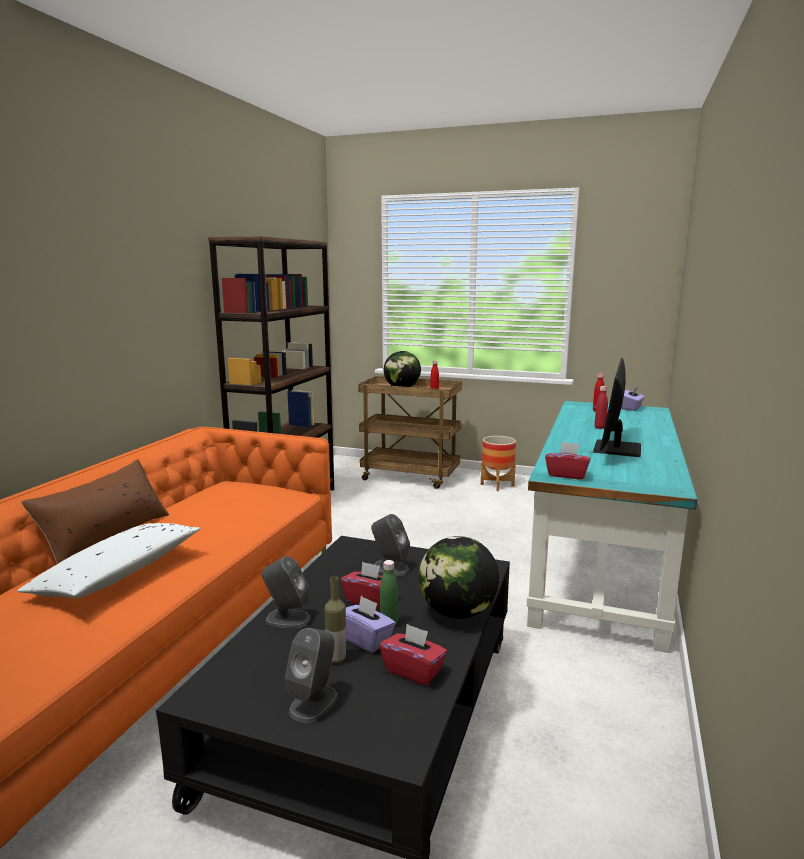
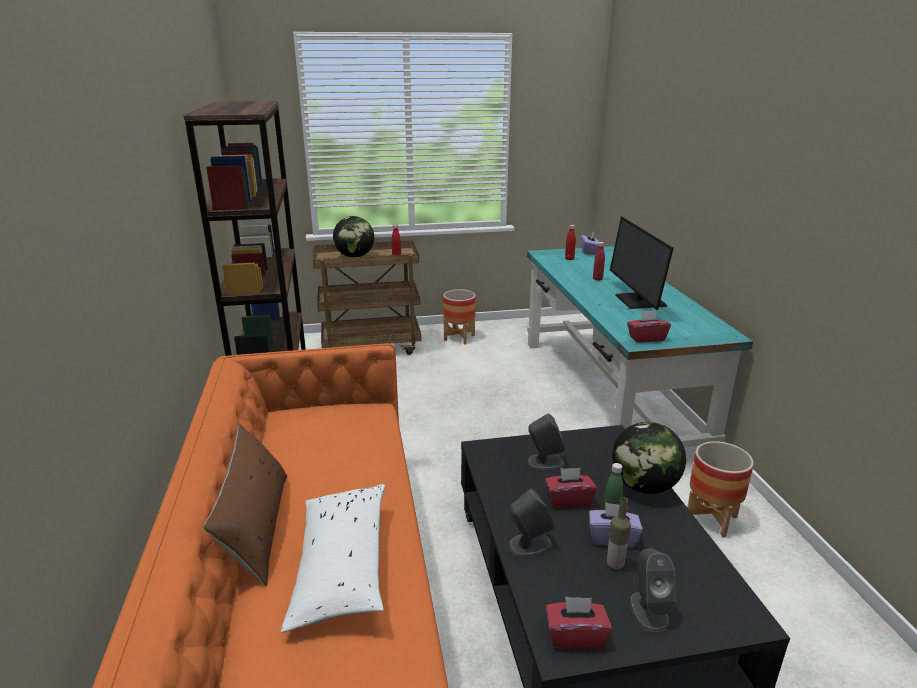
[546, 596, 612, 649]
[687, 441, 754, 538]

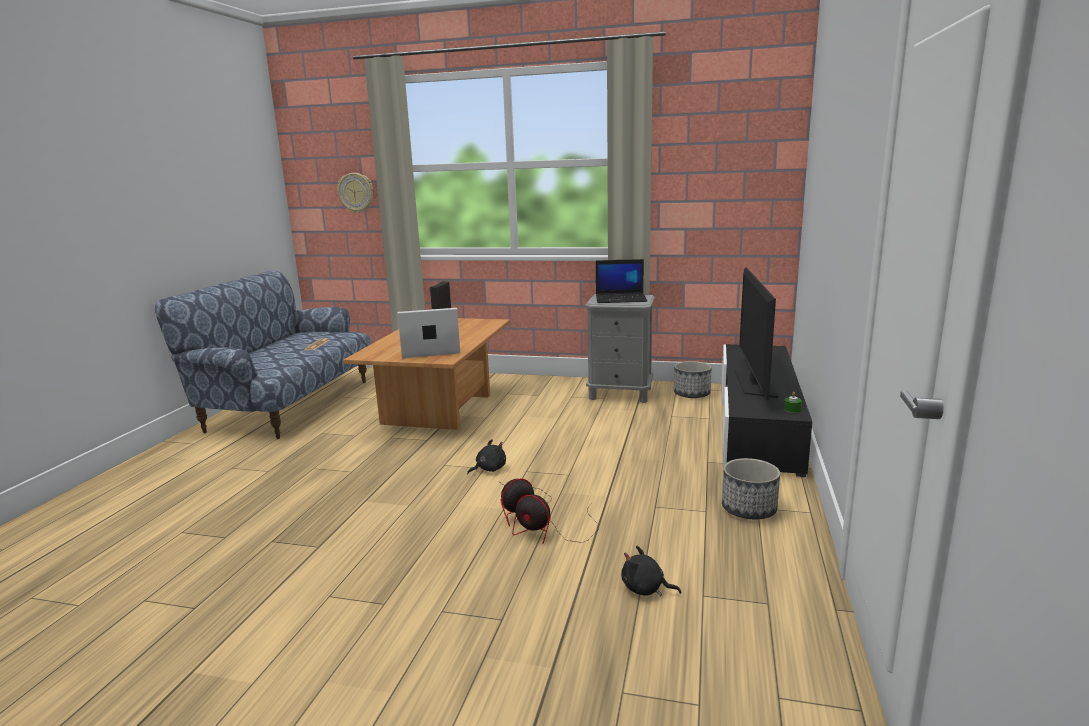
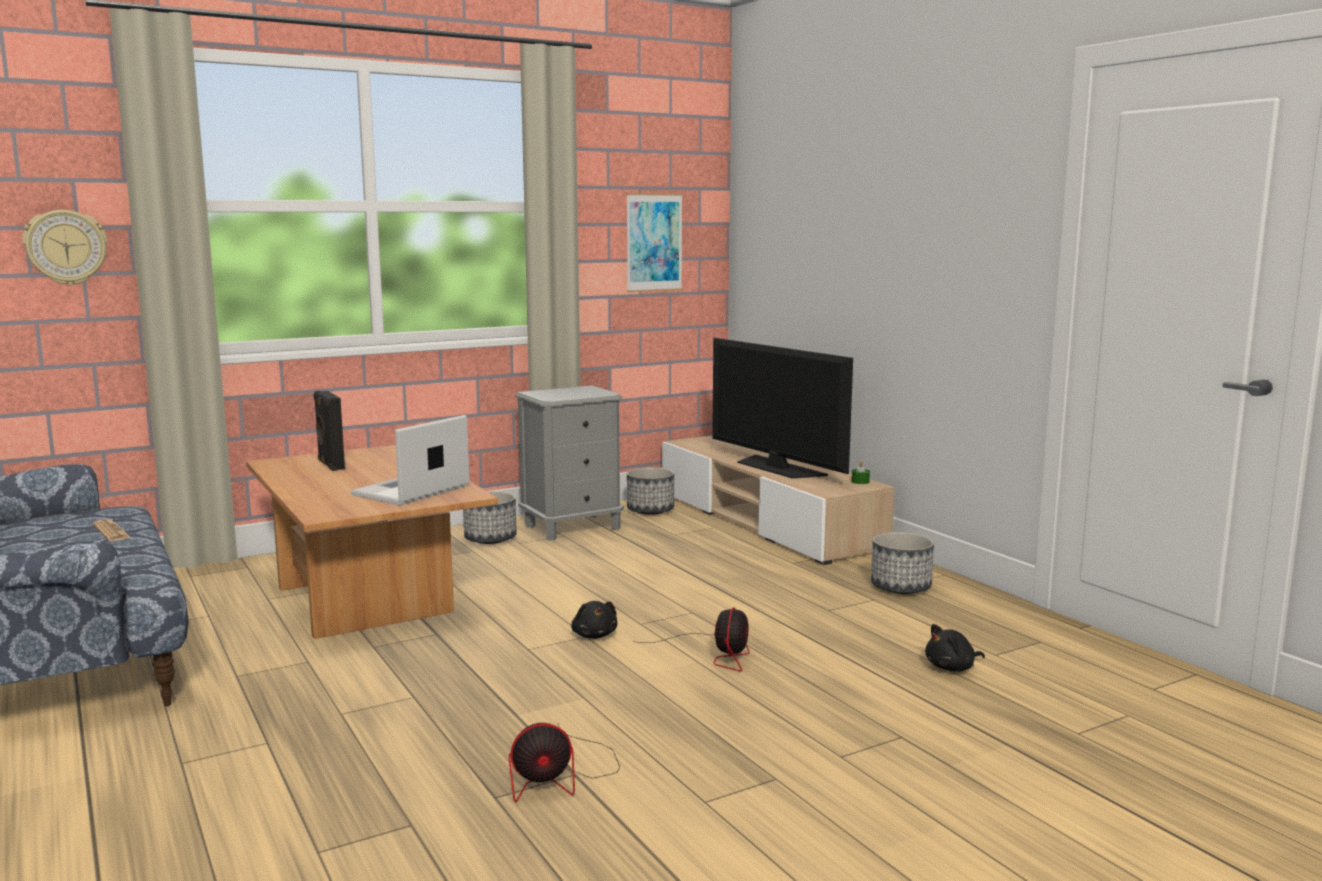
[463, 491, 517, 544]
[509, 723, 620, 802]
[571, 601, 617, 639]
[626, 193, 683, 292]
[662, 436, 895, 565]
[596, 259, 647, 303] (first image)

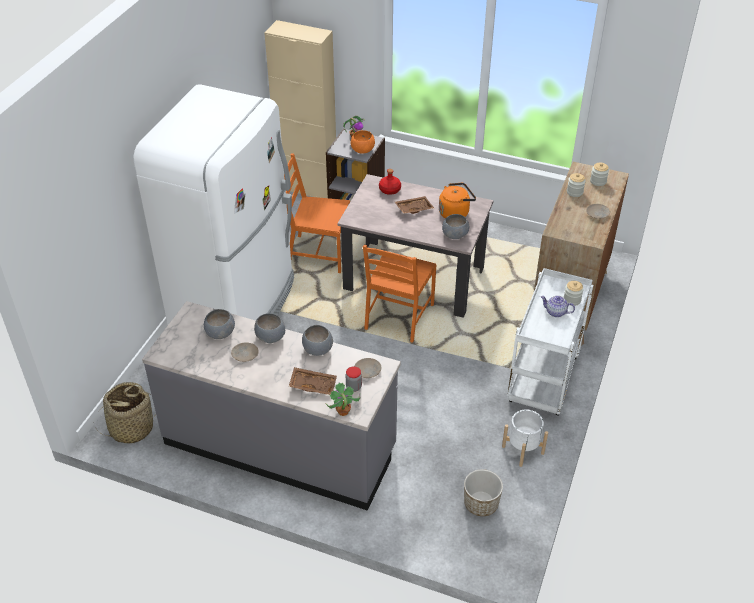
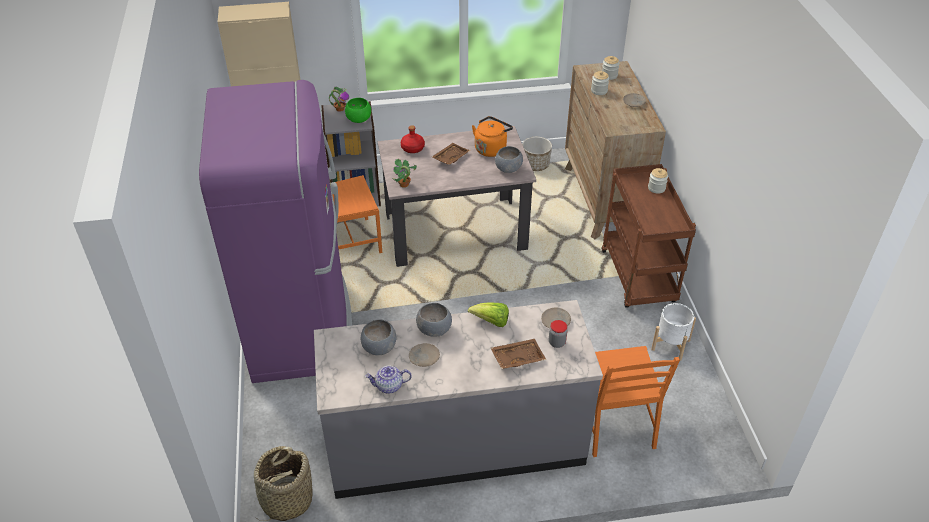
[199, 80, 352, 383]
[345, 98, 371, 123]
[365, 366, 412, 394]
[392, 159, 417, 188]
[468, 302, 509, 327]
[522, 137, 552, 171]
[592, 346, 680, 457]
[602, 164, 696, 308]

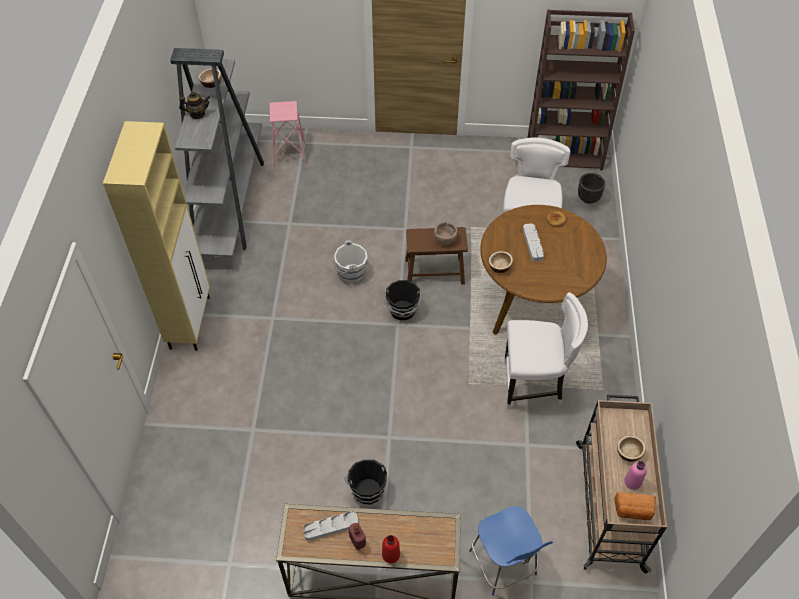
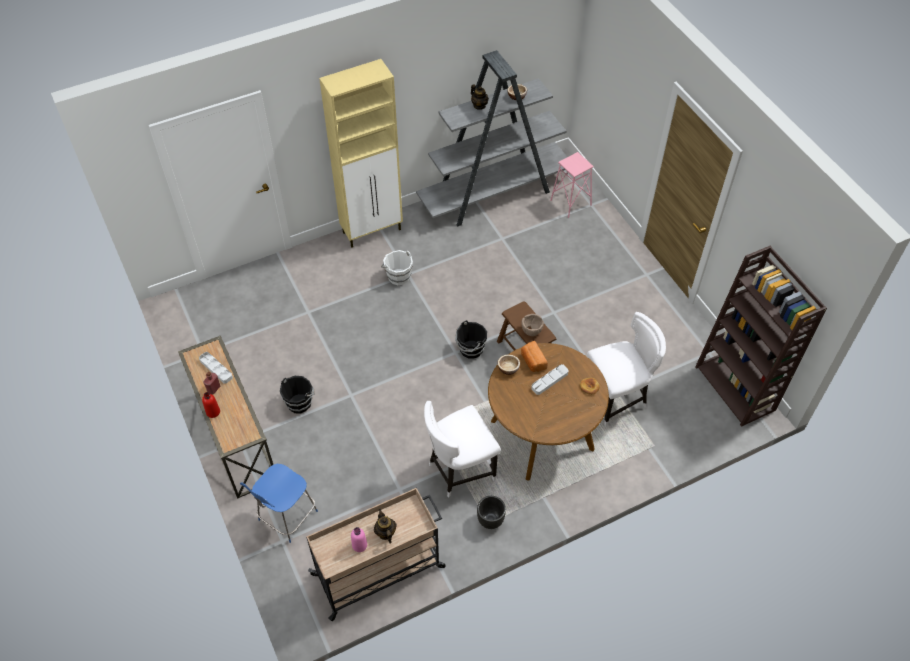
[374, 509, 396, 544]
[381, 250, 413, 285]
[424, 401, 501, 497]
[477, 496, 506, 529]
[521, 341, 548, 372]

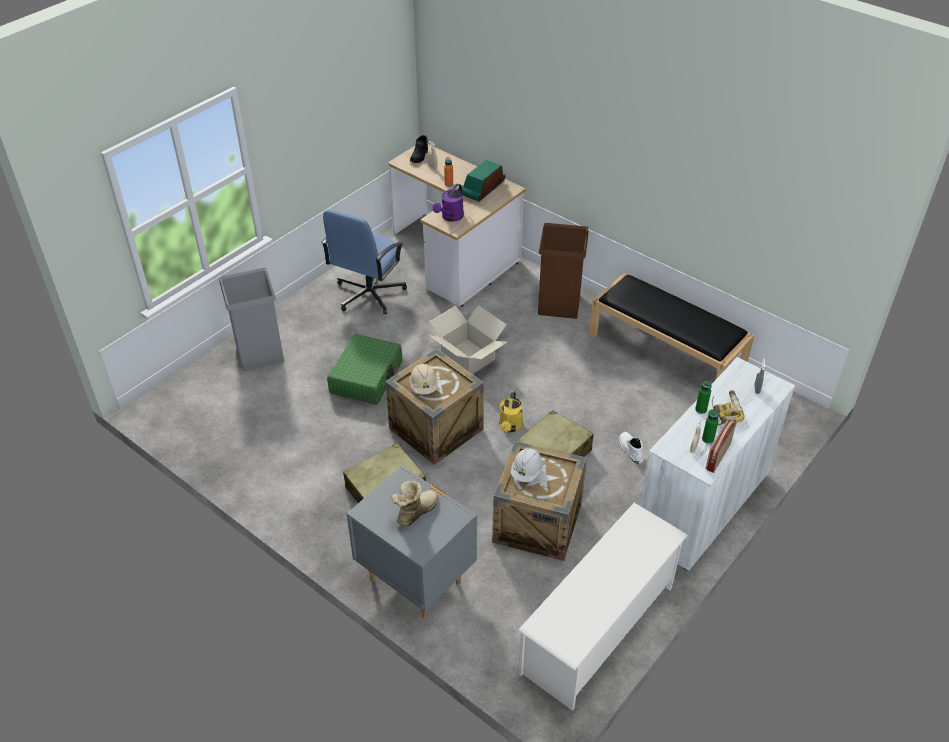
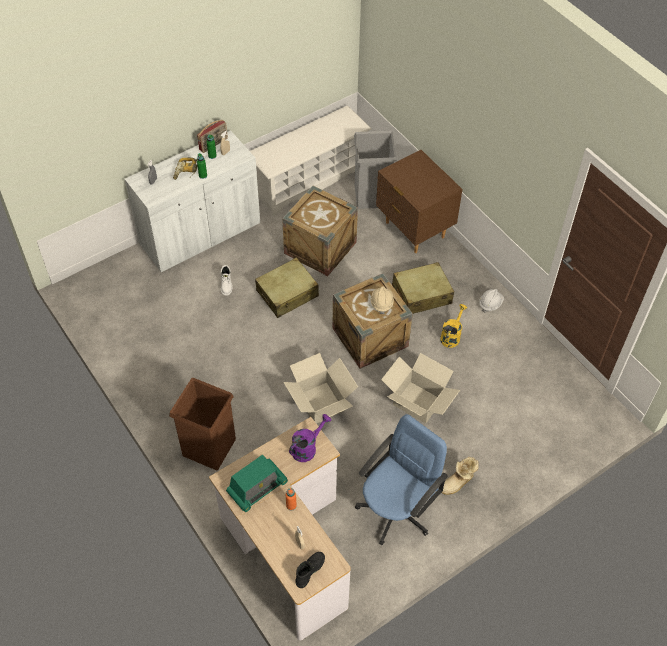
[354, 131, 397, 209]
[376, 150, 462, 253]
[381, 353, 460, 424]
[440, 304, 467, 348]
[441, 457, 479, 495]
[479, 289, 504, 313]
[589, 273, 754, 379] (first image)

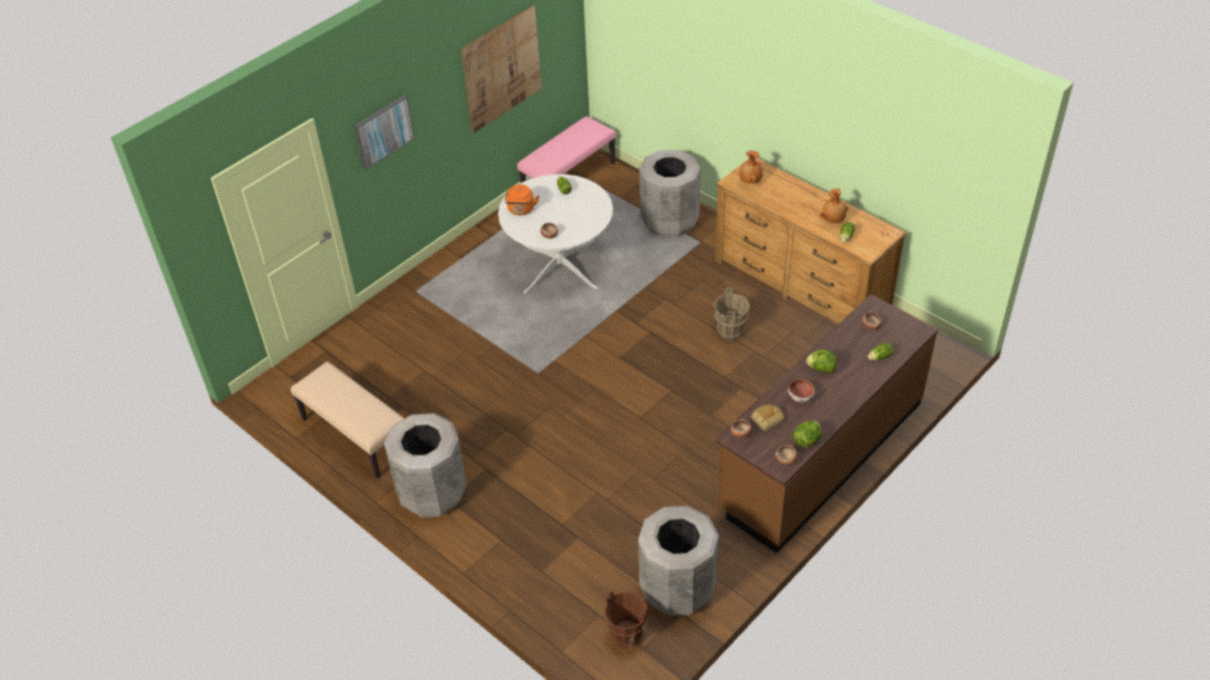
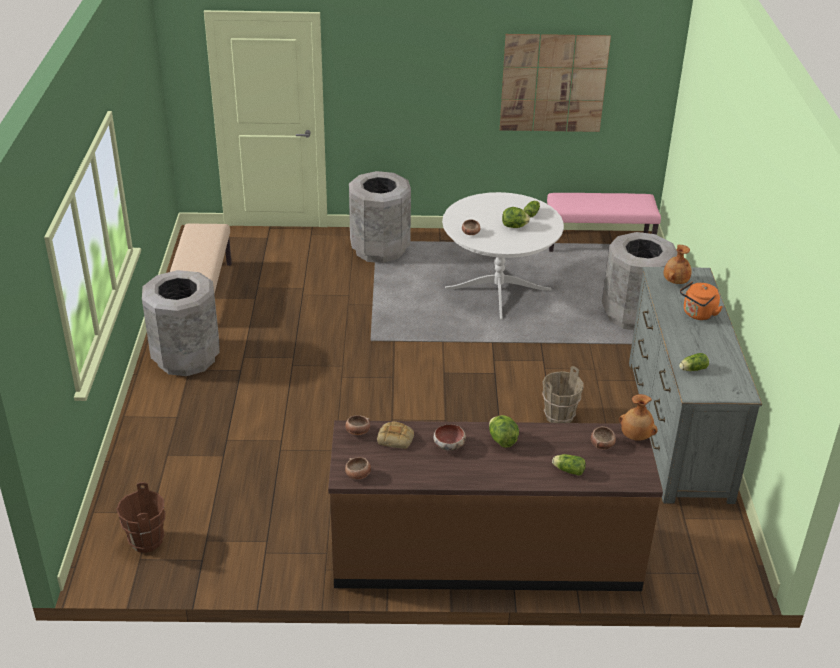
[349, 171, 411, 263]
[502, 207, 530, 228]
[619, 394, 658, 441]
[629, 267, 762, 504]
[680, 281, 723, 320]
[354, 95, 414, 169] (first image)

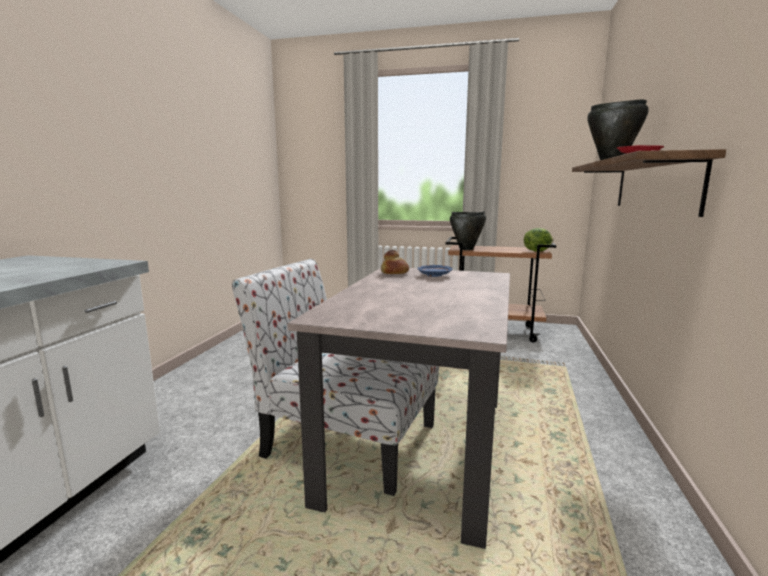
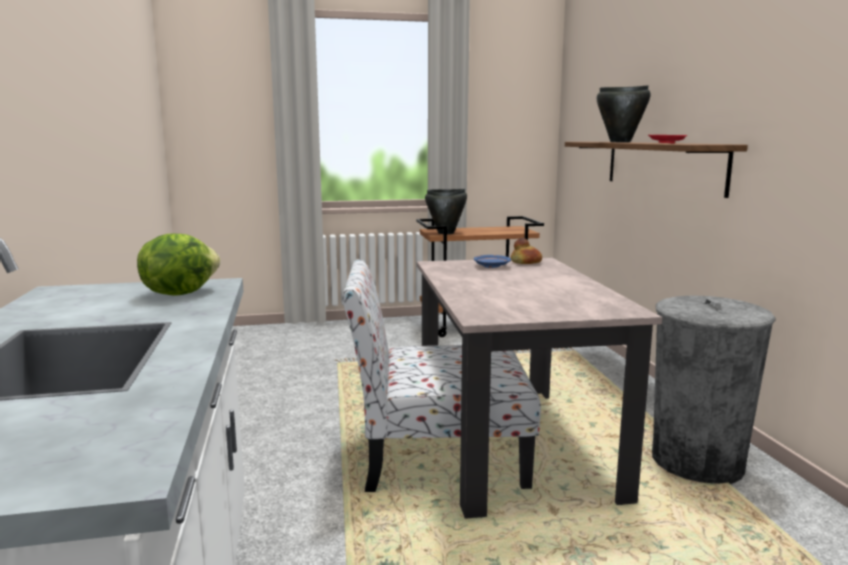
[137, 234, 220, 296]
[511, 238, 542, 264]
[652, 295, 776, 484]

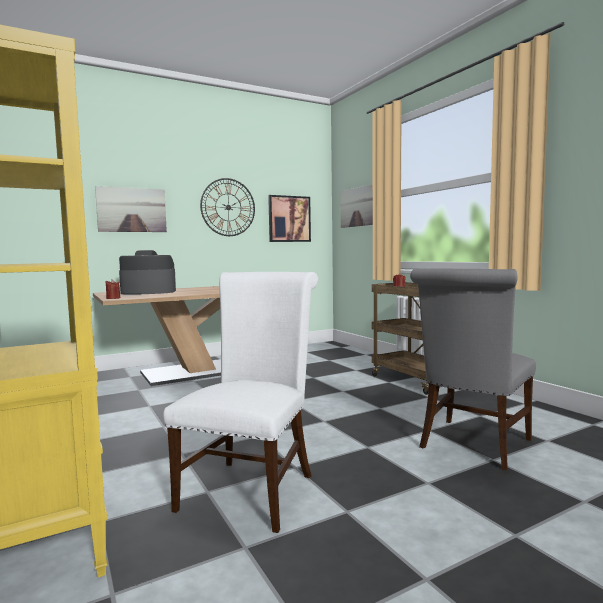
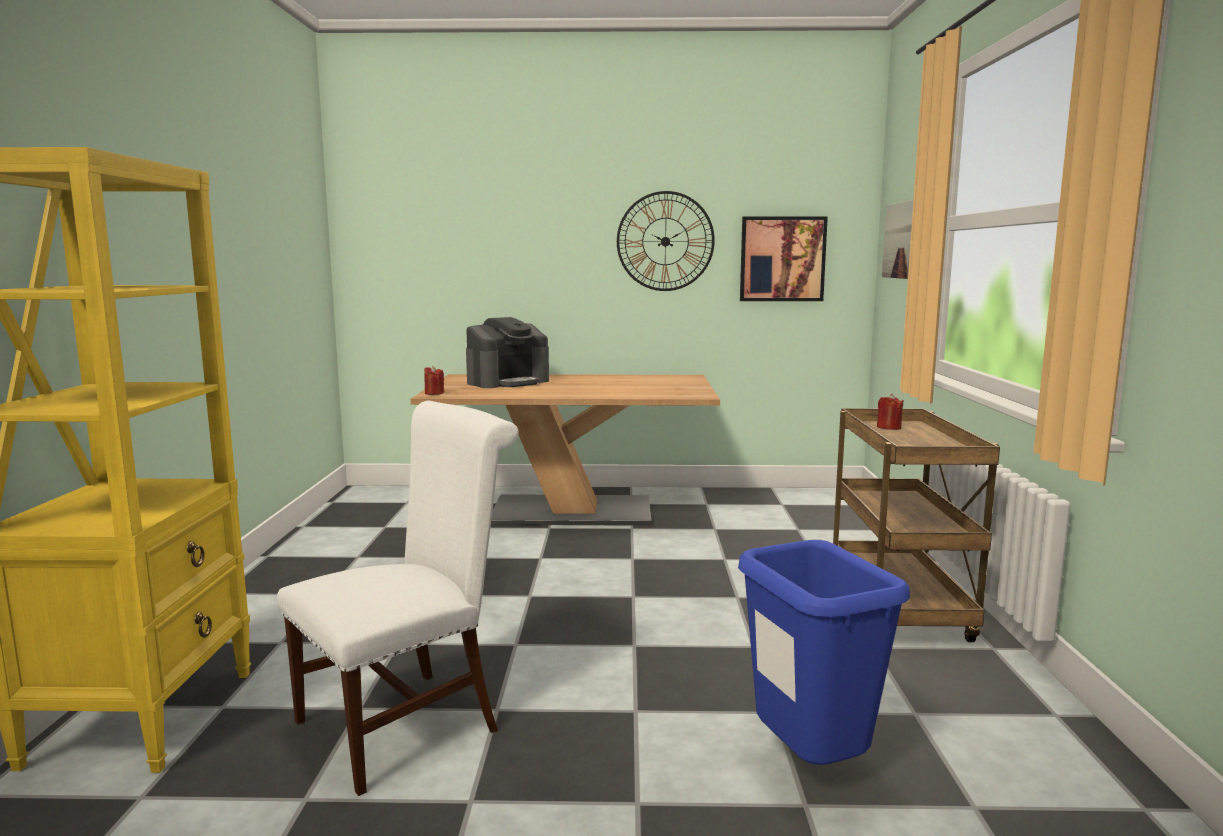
[466, 317, 549, 388]
[738, 540, 910, 765]
[95, 186, 167, 232] (first image)

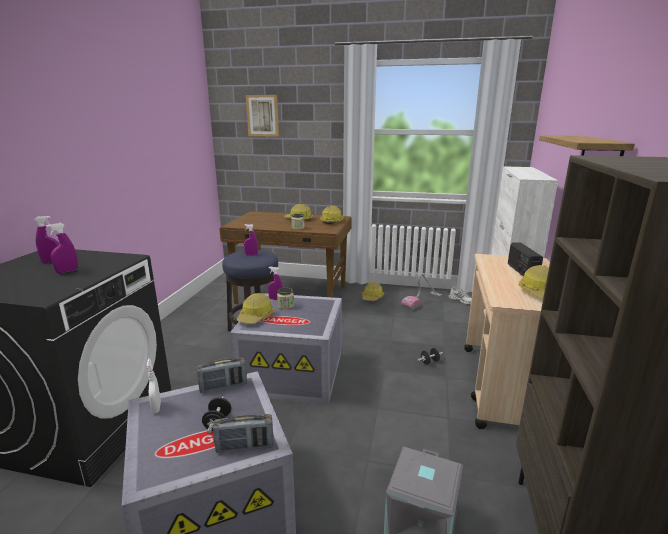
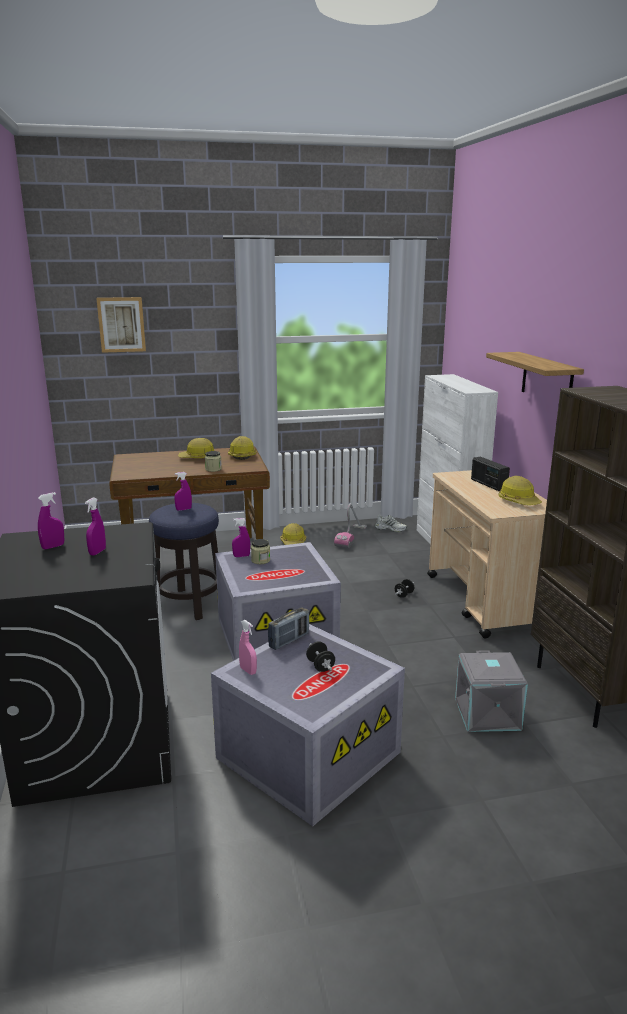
[239, 620, 257, 675]
[213, 414, 274, 453] (first image)
[237, 293, 274, 324] (first image)

